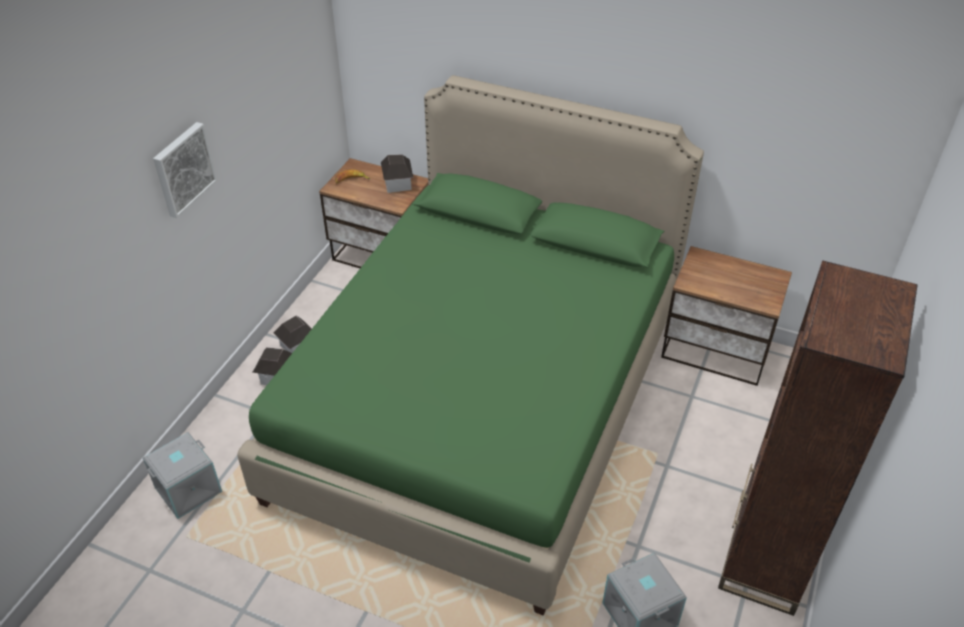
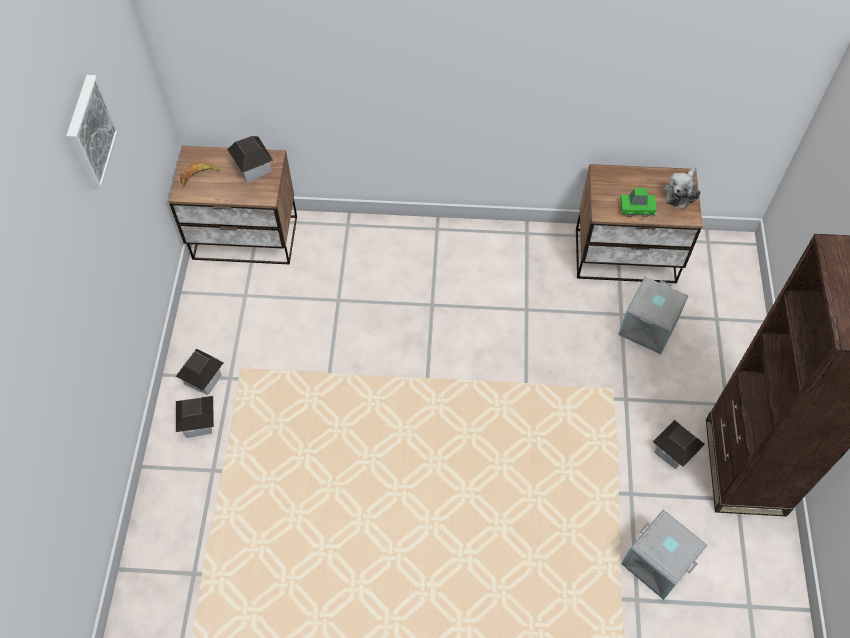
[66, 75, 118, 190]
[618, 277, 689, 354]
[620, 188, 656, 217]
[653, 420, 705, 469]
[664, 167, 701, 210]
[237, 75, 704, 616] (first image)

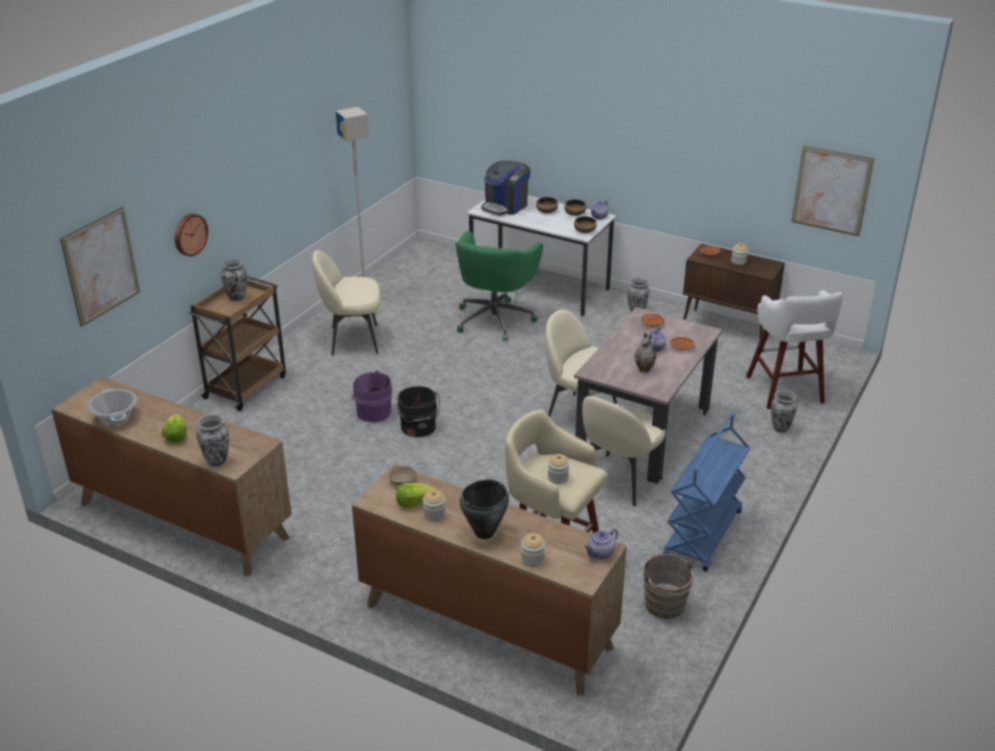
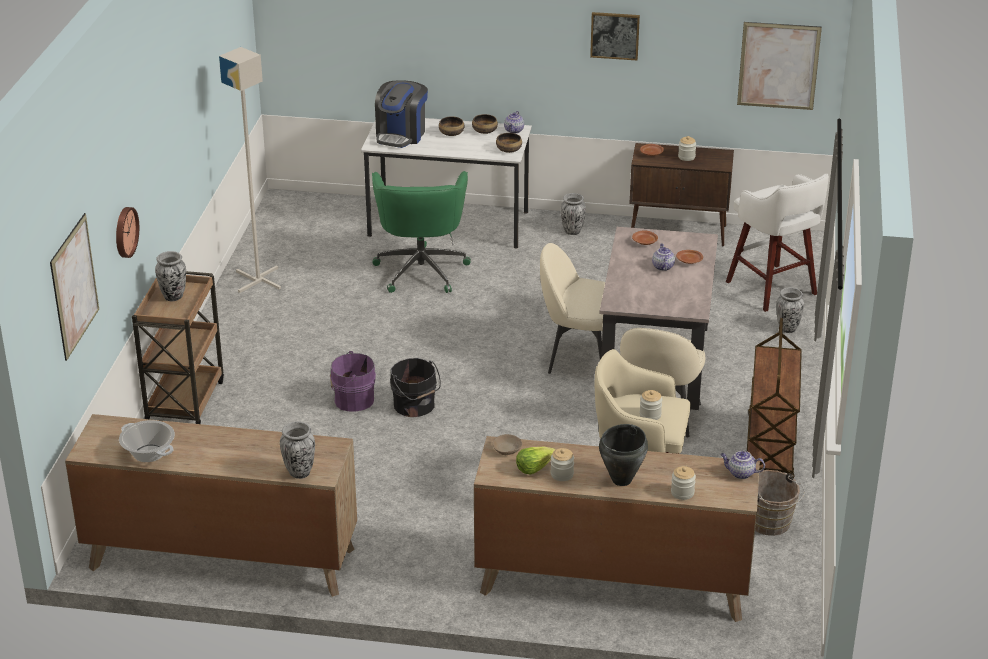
[590, 12, 640, 60]
[720, 451, 765, 479]
[747, 318, 802, 478]
[162, 414, 187, 443] (first image)
[312, 250, 381, 356] (first image)
[634, 332, 656, 372] (first image)

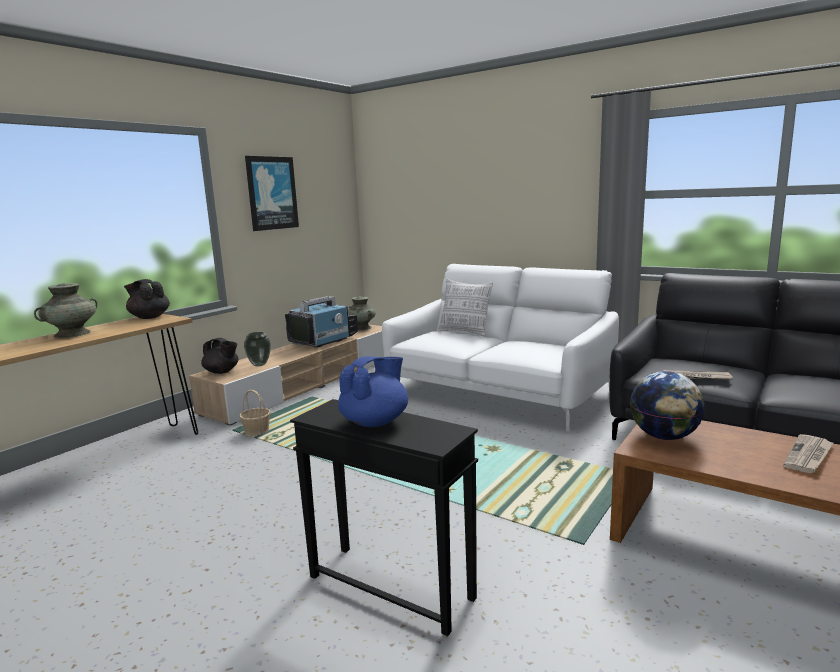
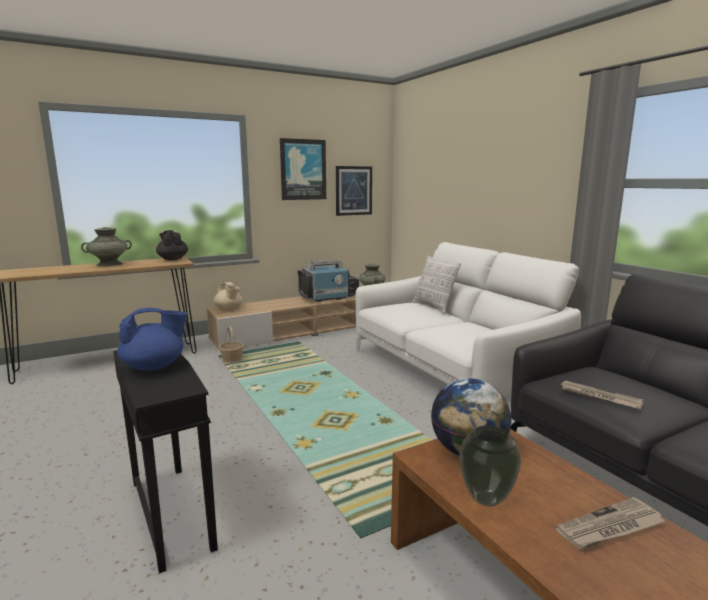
[213, 282, 243, 310]
[336, 166, 372, 216]
[459, 425, 521, 507]

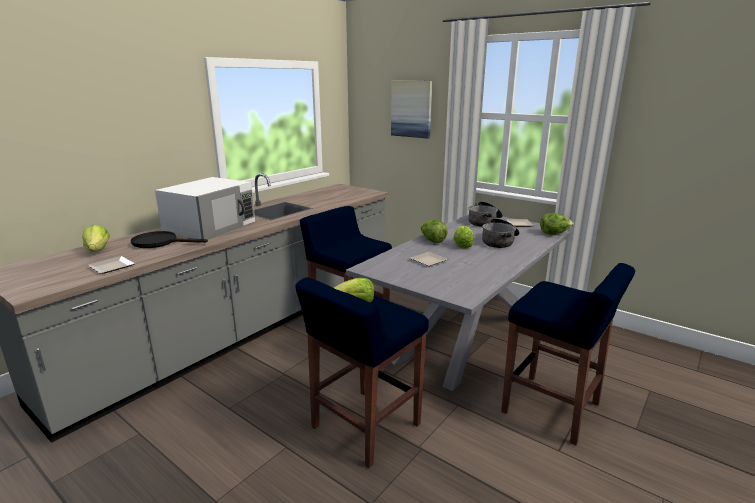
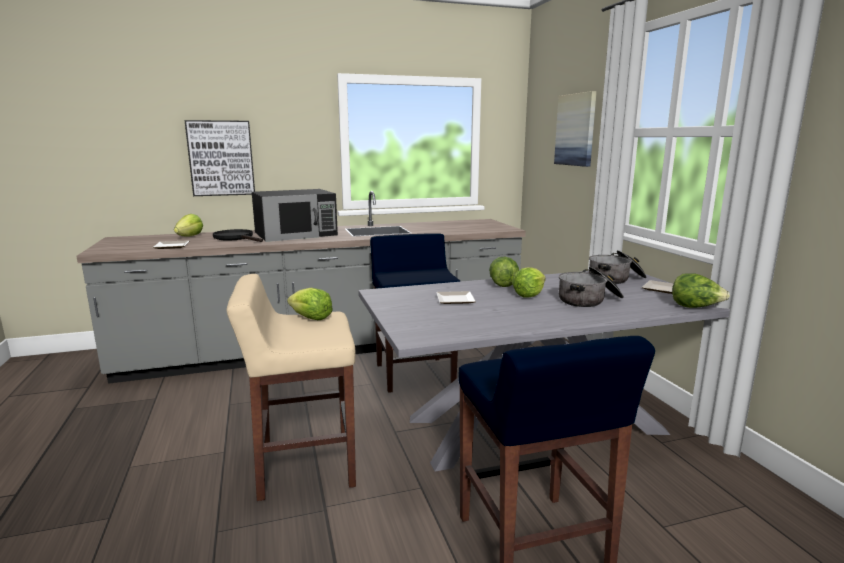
[184, 120, 255, 196]
[227, 274, 356, 501]
[252, 189, 338, 242]

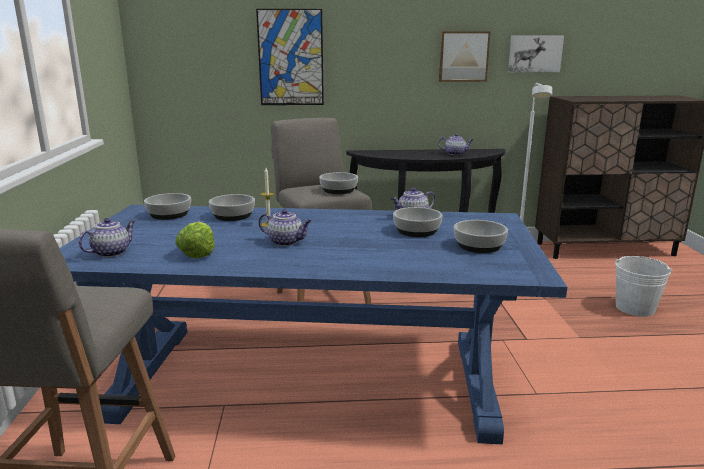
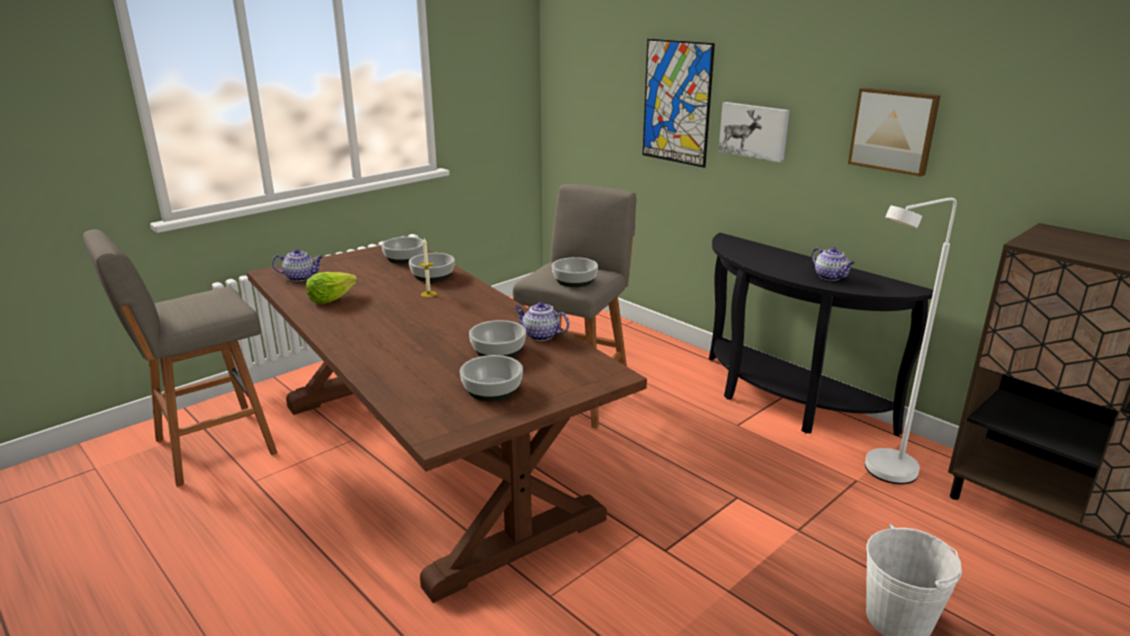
[247, 245, 647, 603]
[719, 102, 790, 163]
[259, 209, 312, 246] (first image)

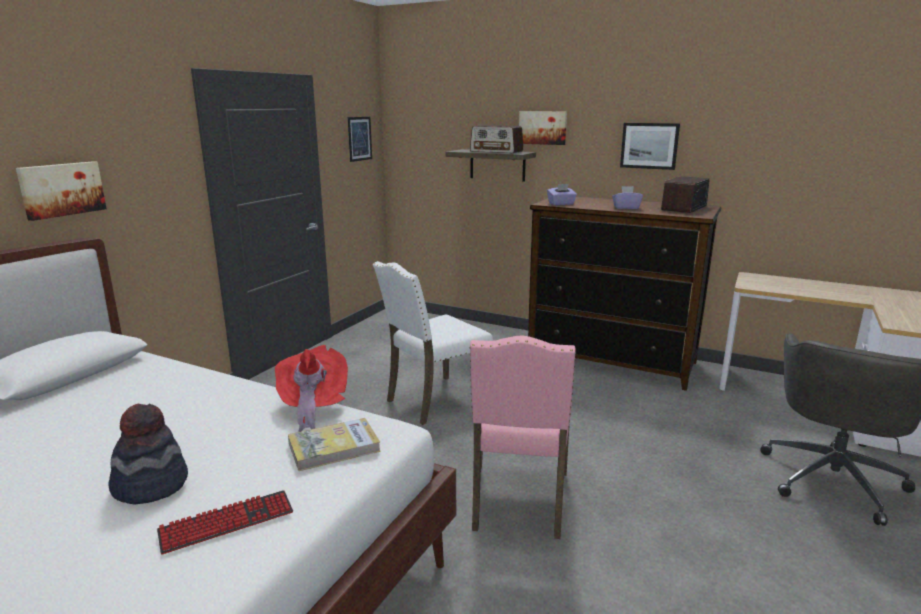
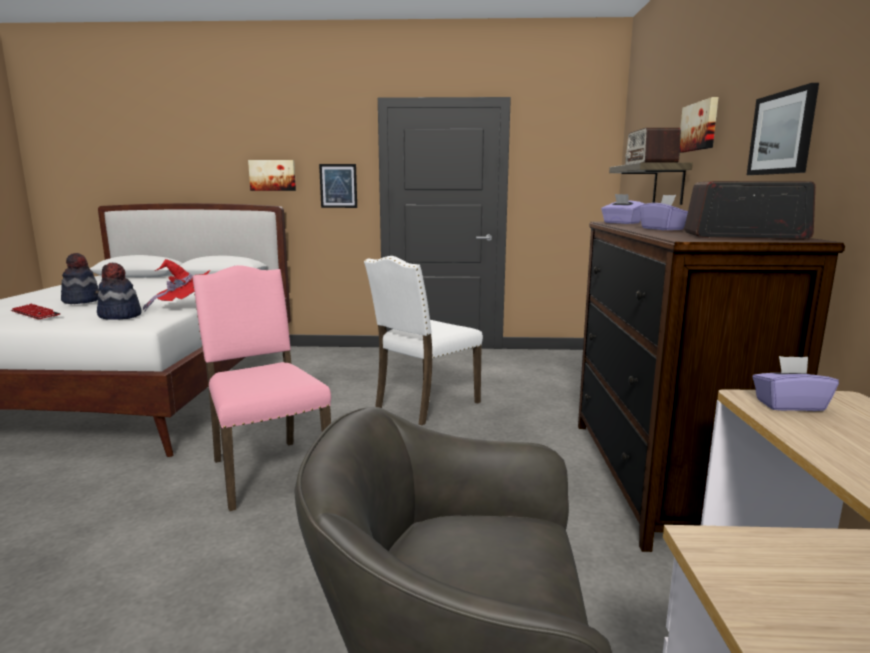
[97, 263, 142, 320]
[192, 265, 331, 511]
[319, 164, 357, 208]
[364, 256, 483, 425]
[752, 356, 839, 411]

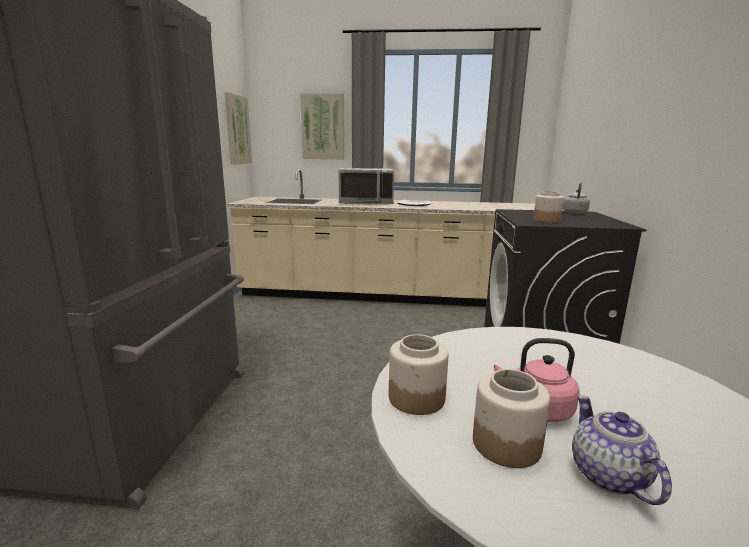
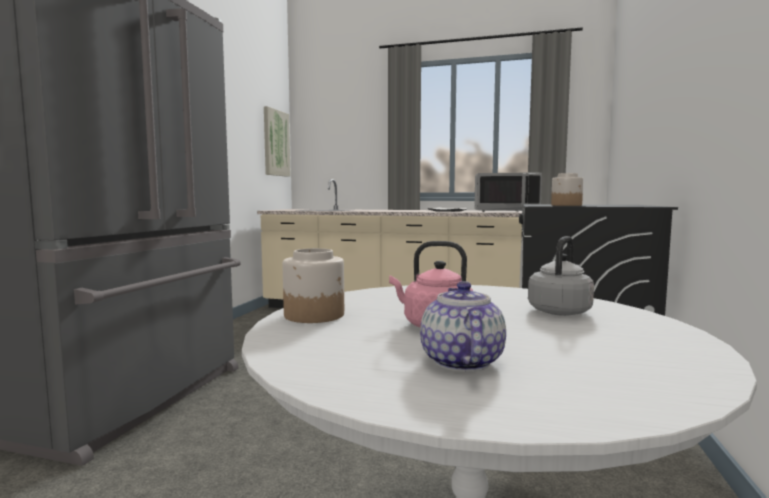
[474, 172, 542, 212]
[528, 236, 594, 316]
[300, 93, 344, 159] (first image)
[473, 369, 550, 468] (first image)

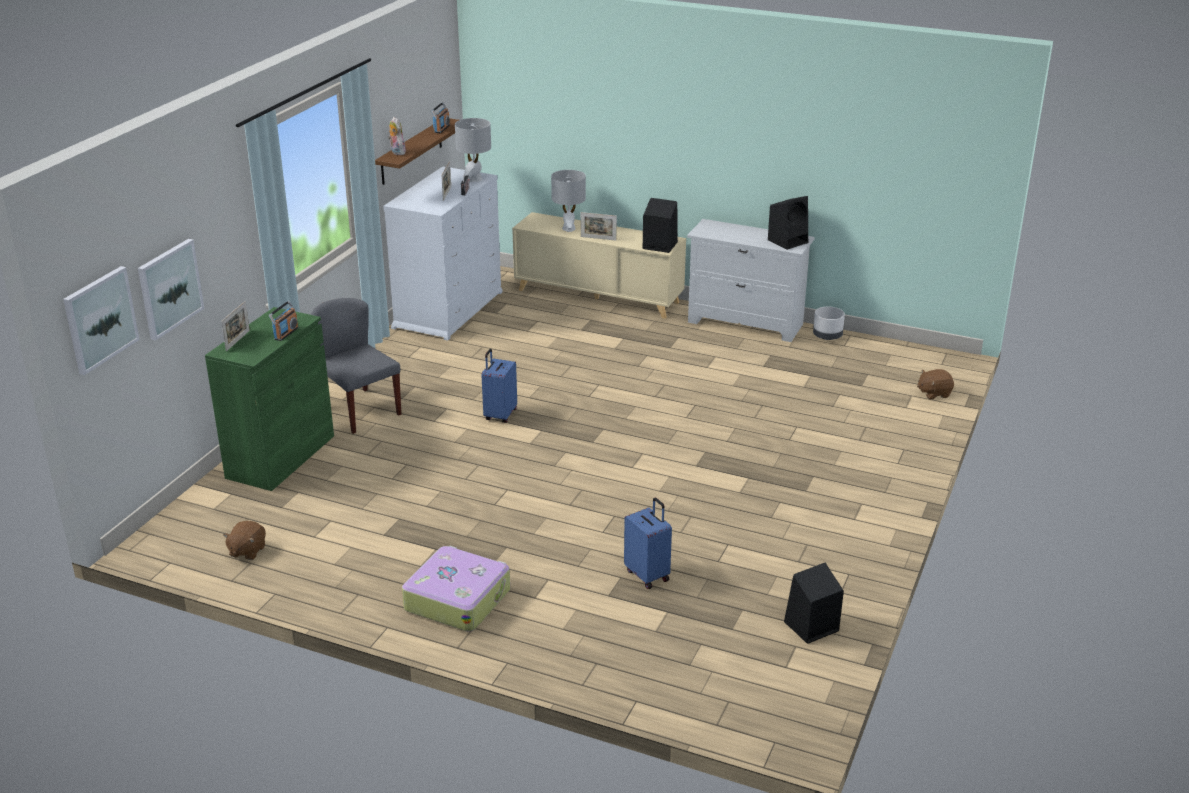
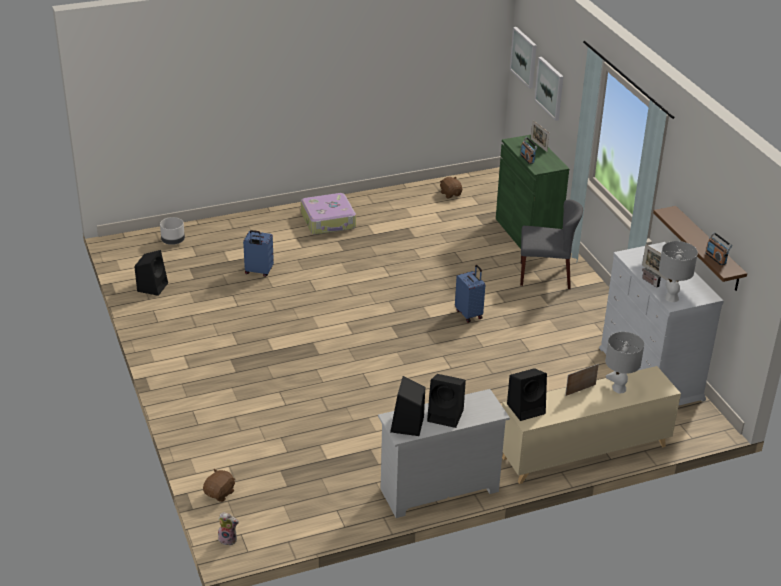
[160, 217, 185, 245]
[218, 512, 239, 546]
[427, 374, 466, 428]

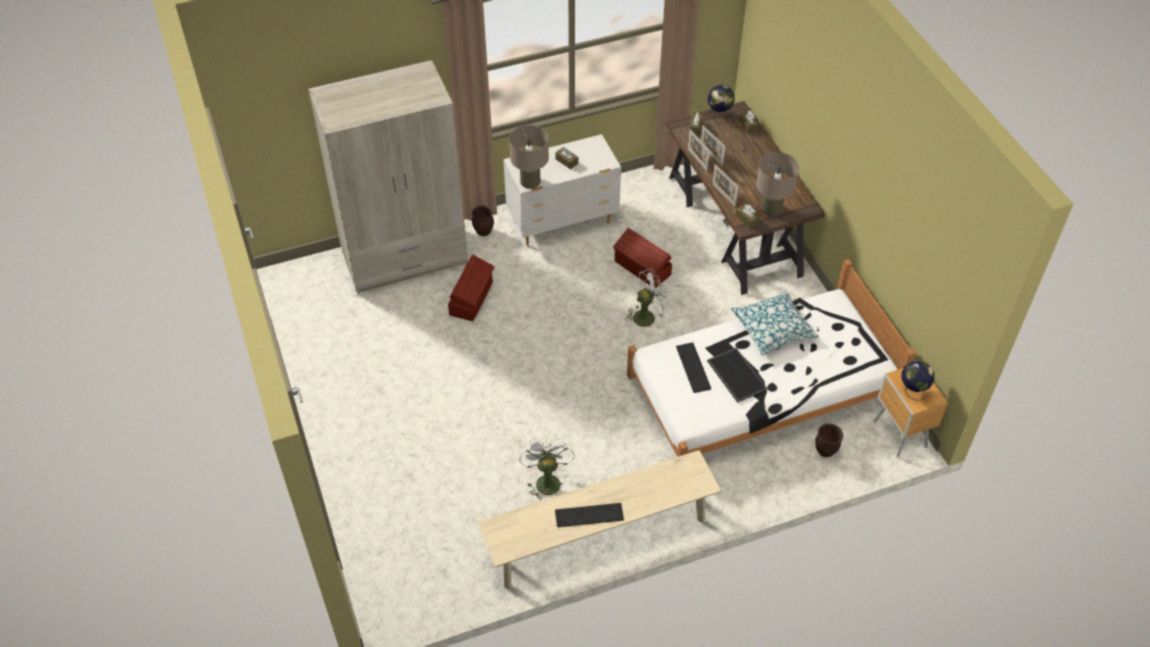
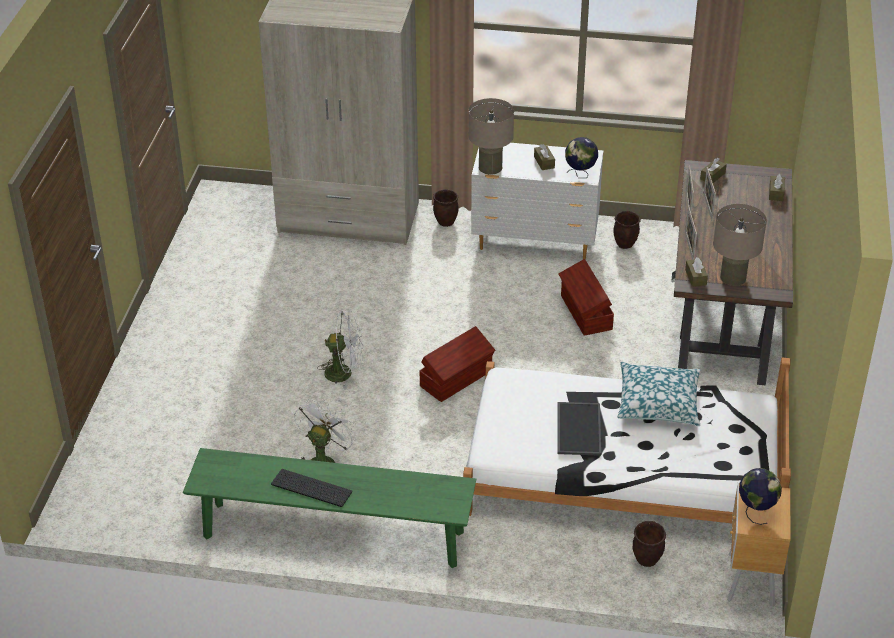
[183, 448, 476, 568]
[317, 311, 363, 390]
[419, 326, 495, 402]
[565, 137, 598, 177]
[614, 211, 641, 249]
[676, 342, 711, 393] (first image)

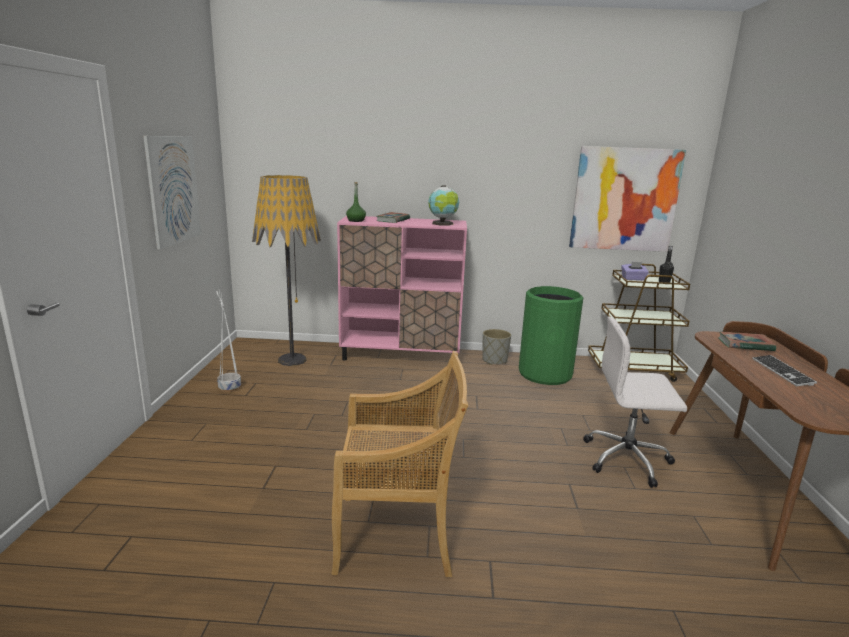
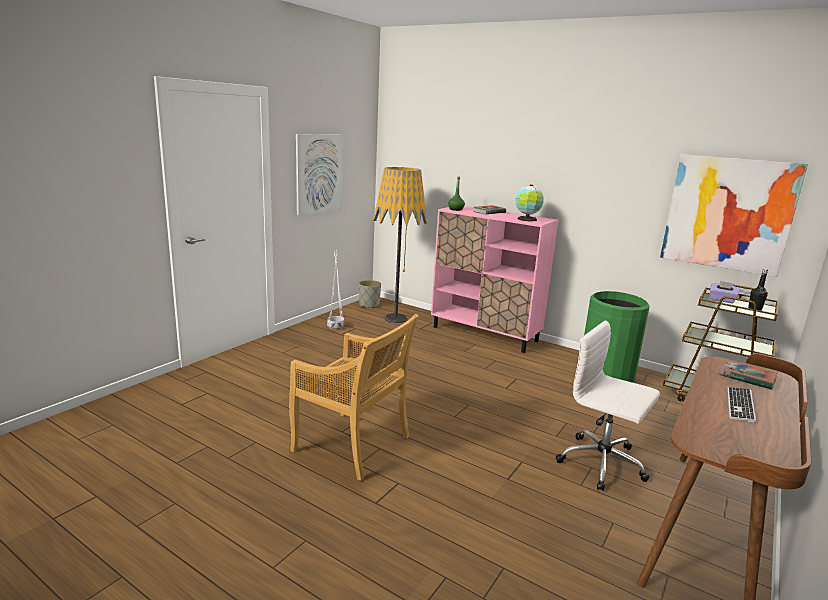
[358, 280, 381, 308]

